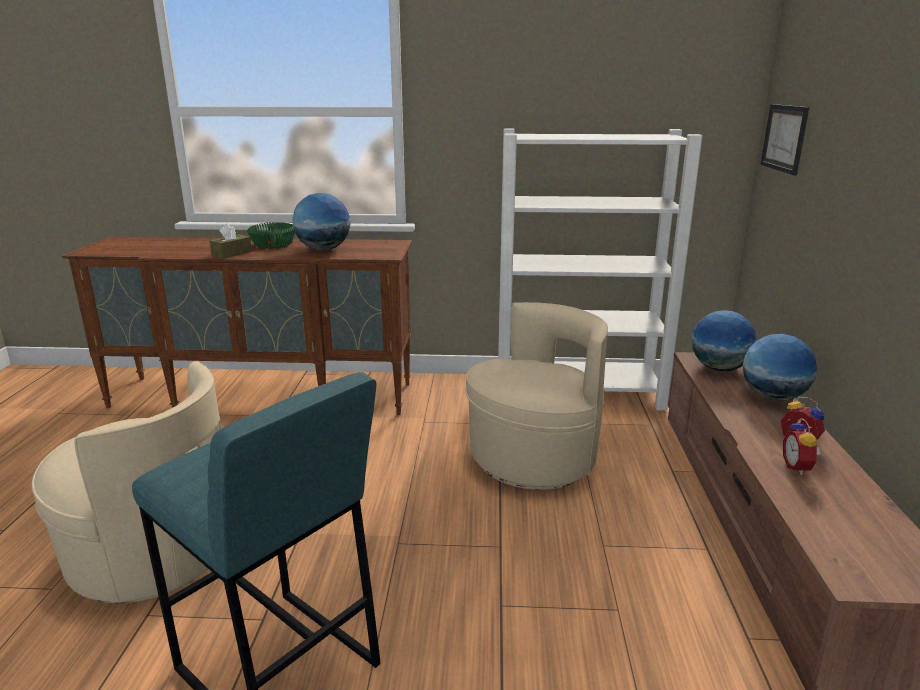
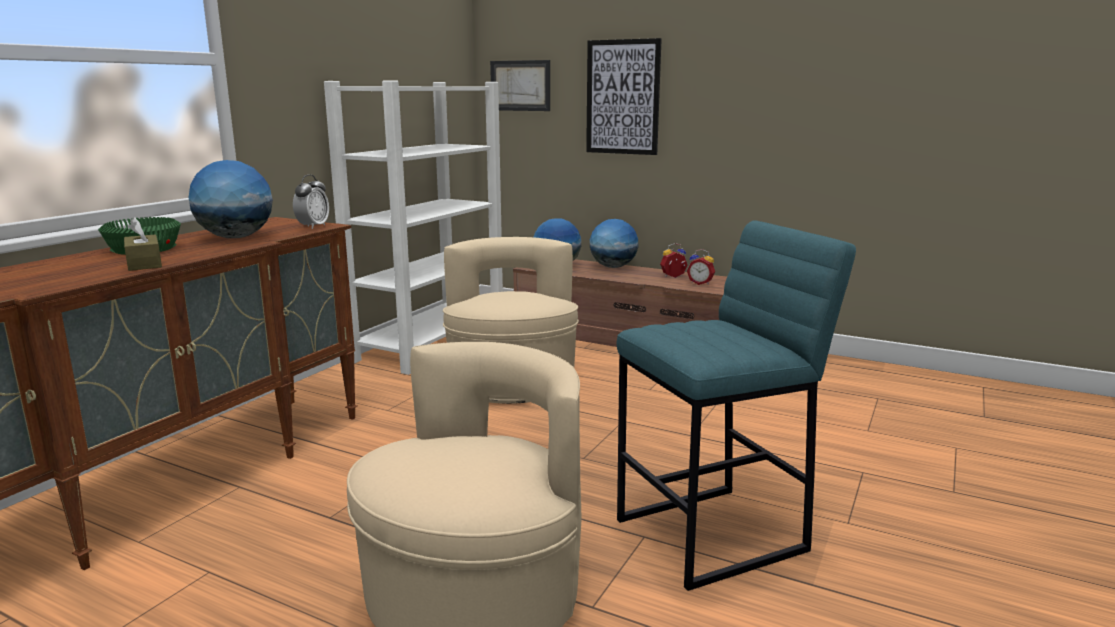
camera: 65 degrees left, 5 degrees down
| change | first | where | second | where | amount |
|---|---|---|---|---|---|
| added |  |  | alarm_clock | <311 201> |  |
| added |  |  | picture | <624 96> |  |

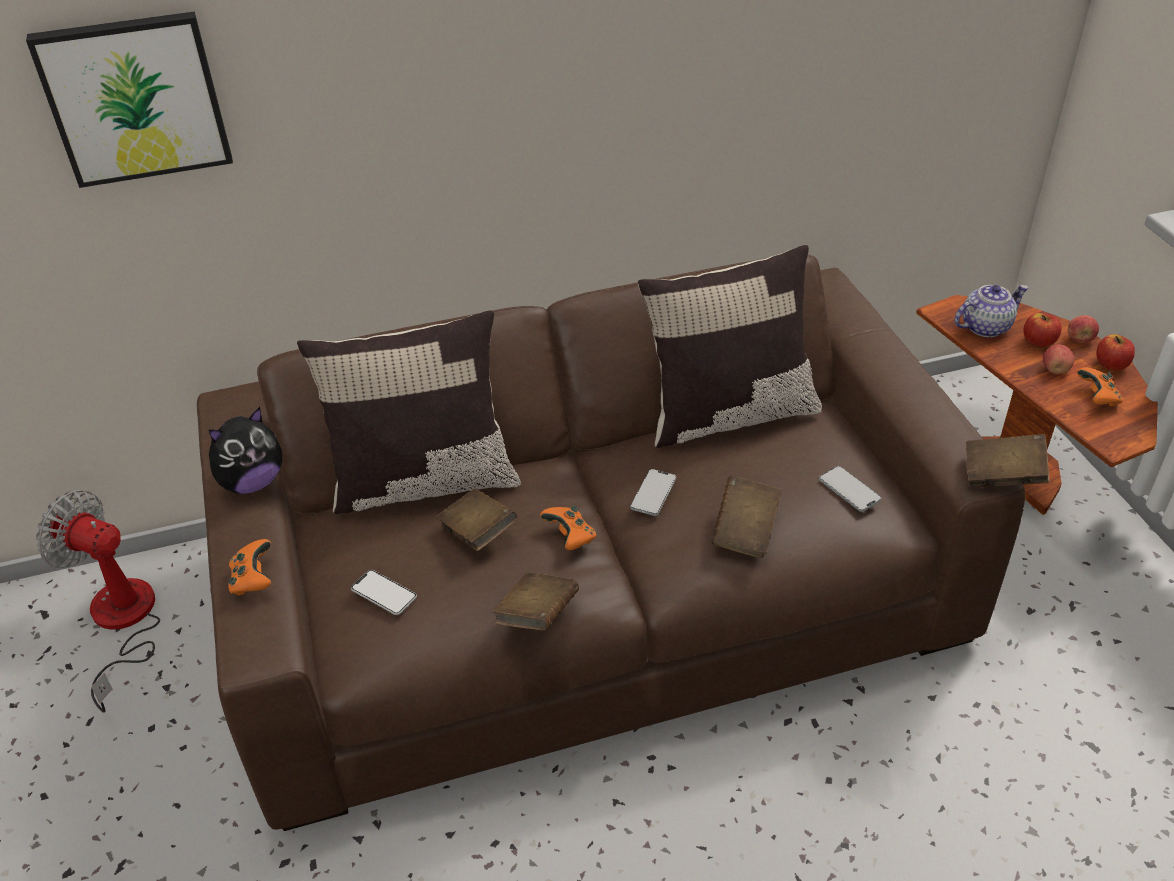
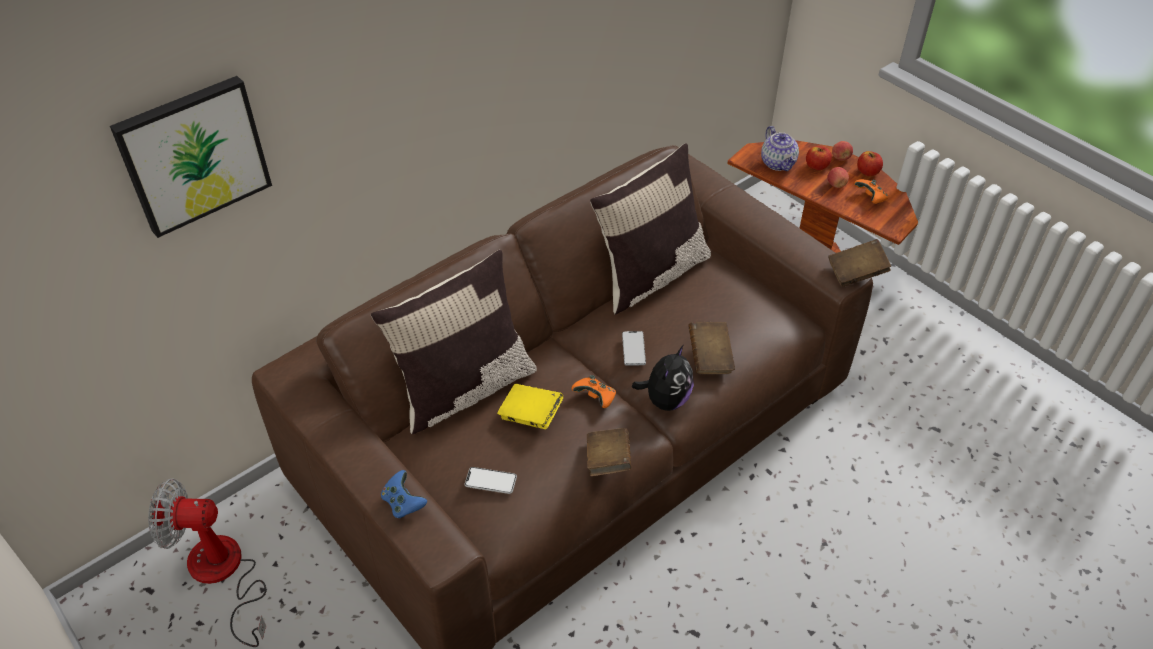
camera: 25 degrees left, 5 degrees up
| change | first | where | second | where | amount |
|---|---|---|---|---|---|
| moved | plush_toy | <245 450> |  | <663 378> |  |
| recoloured | orange_game_controller | <249 567> | blue_game_controller | <404 494> |  |
| recoloured | brown_book | <476 520> | yellow_book | <530 406> |  |
| removed | phone | <850 489> |  |  |  |
| turned | teapot | <991 311> |  | <780 148> | 120 degrees clockwise |

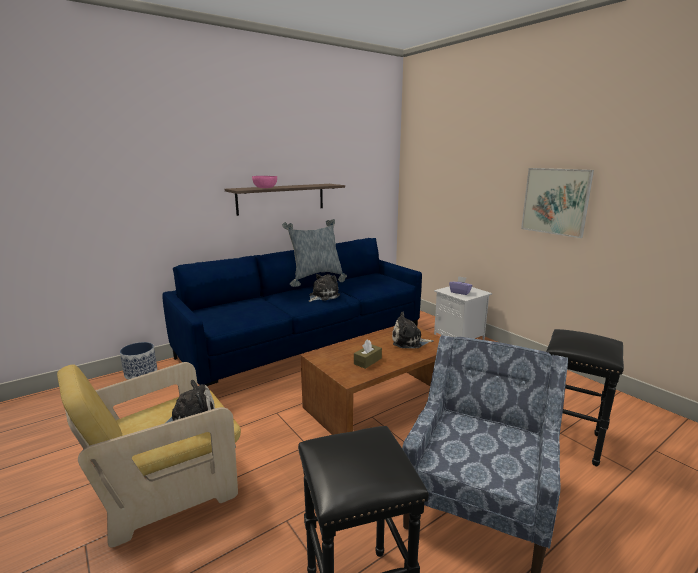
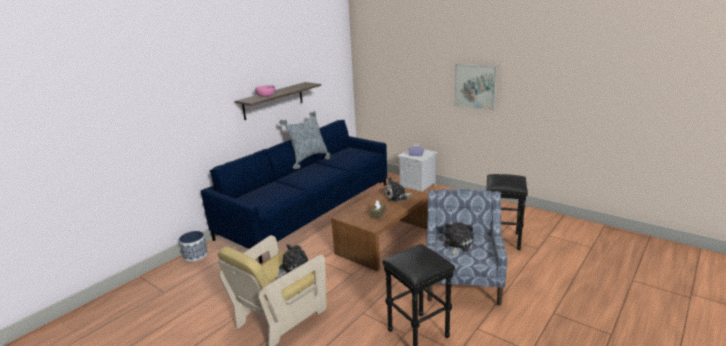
camera: 15 degrees left, 5 degrees up
| change | first | where | second | where | amount |
|---|---|---|---|---|---|
| moved | plush_toy | <324 288> |  | <458 239> |  |

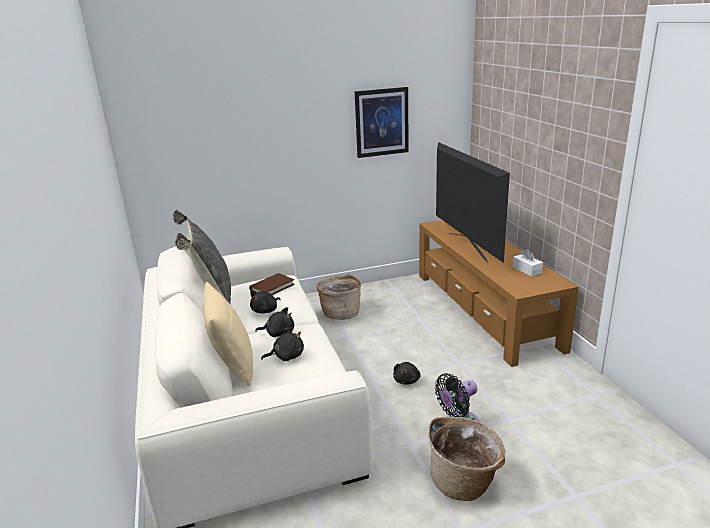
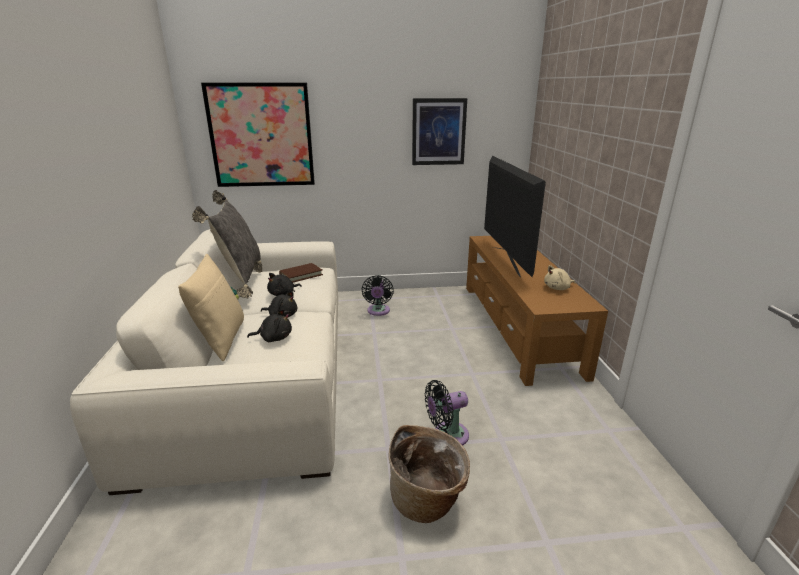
camera: 10 degrees right, 0 degrees up
| change | first | where | second | where | amount |
|---|---|---|---|---|---|
| replaced | basket | <338 297> | black_fan | <378 295> |  |
| removed | black_plush_toy | <407 373> |  |  |  |
| replaced | white_tissue_box | <528 262> | beige_plush_toy | <560 277> |  |
| added |  |  | picture | <258 135> |  |

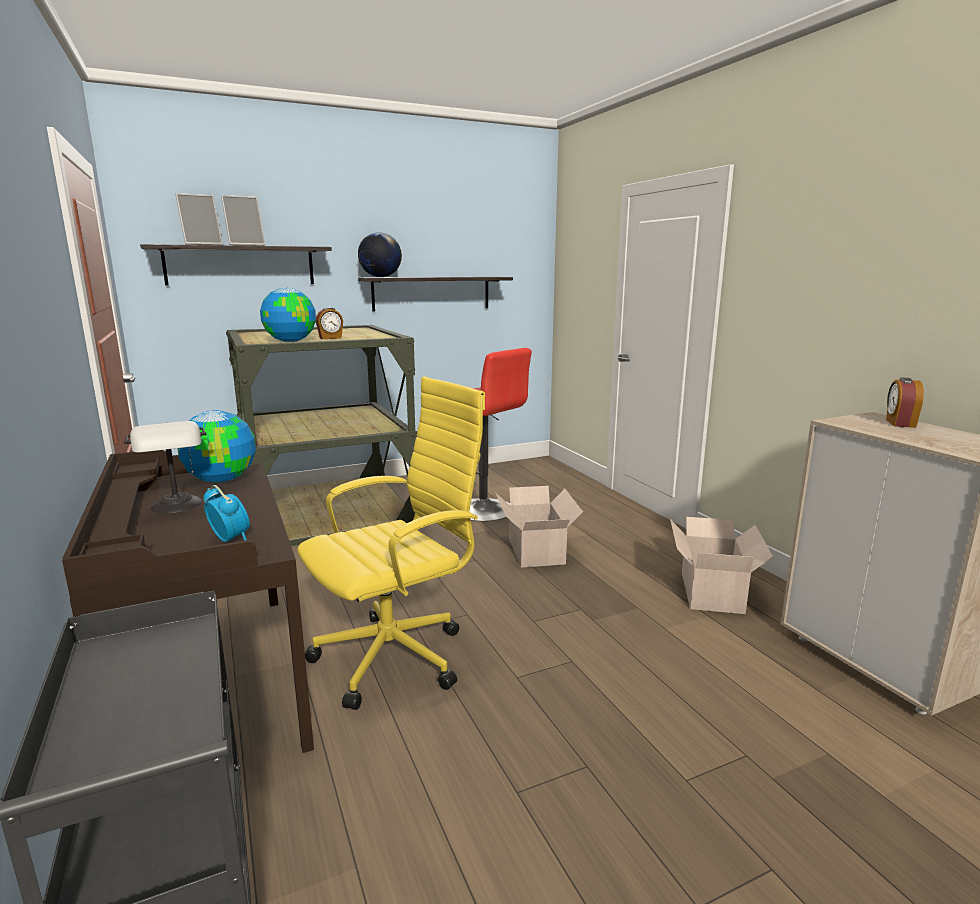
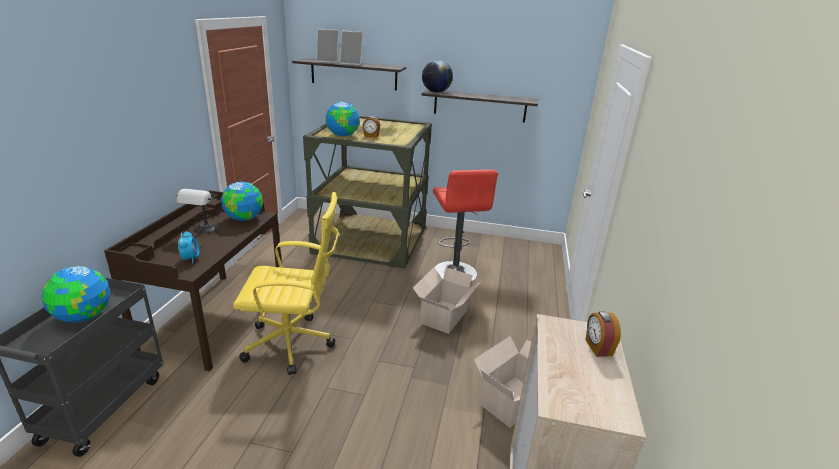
camera: 35 degrees right, 10 degrees up
| change | first | where | second | where | amount |
|---|---|---|---|---|---|
| turned | alarm_clock | <905 403> |  | <603 334> | 60 degrees counterclockwise |
| added |  |  | globe | <75 294> |  |

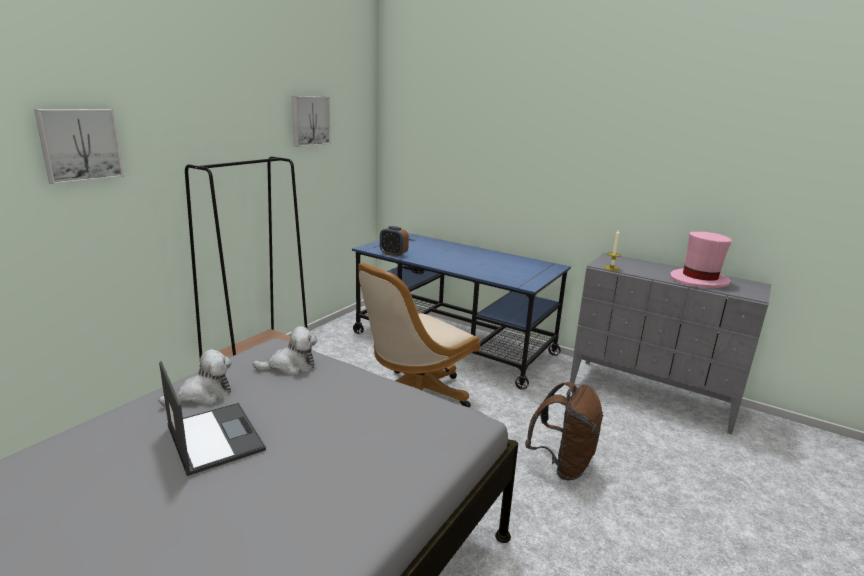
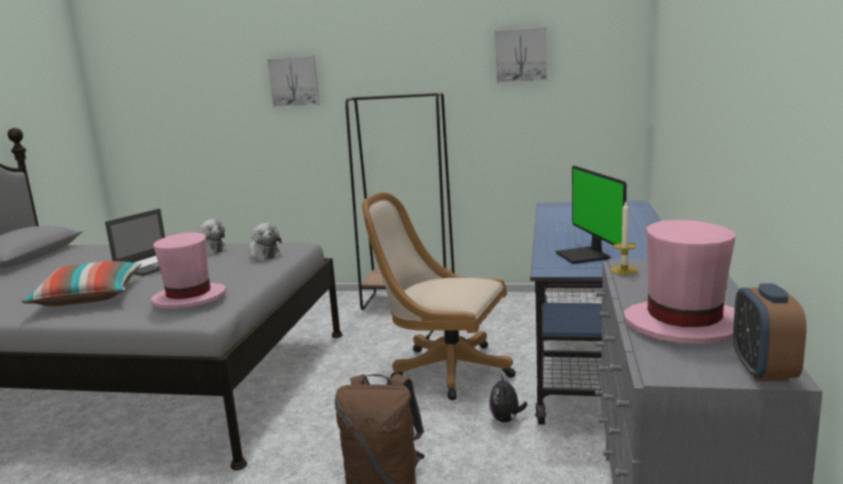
camera: 70 degrees right, 5 degrees down
| change | first | where | second | where | amount |
|---|---|---|---|---|---|
| moved | alarm_clock | <394 241> |  | <770 332> |  |
| added |  |  | pillow | <82 283> |  |
| added |  |  | pink_hat | <188 270> |  |
| added |  |  | plush_toy | <508 398> |  |
| added |  |  | monitor | <591 215> |  |

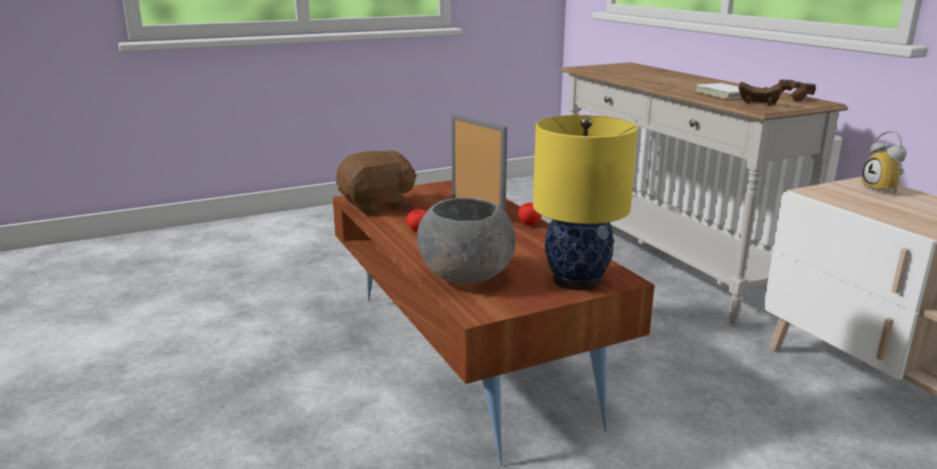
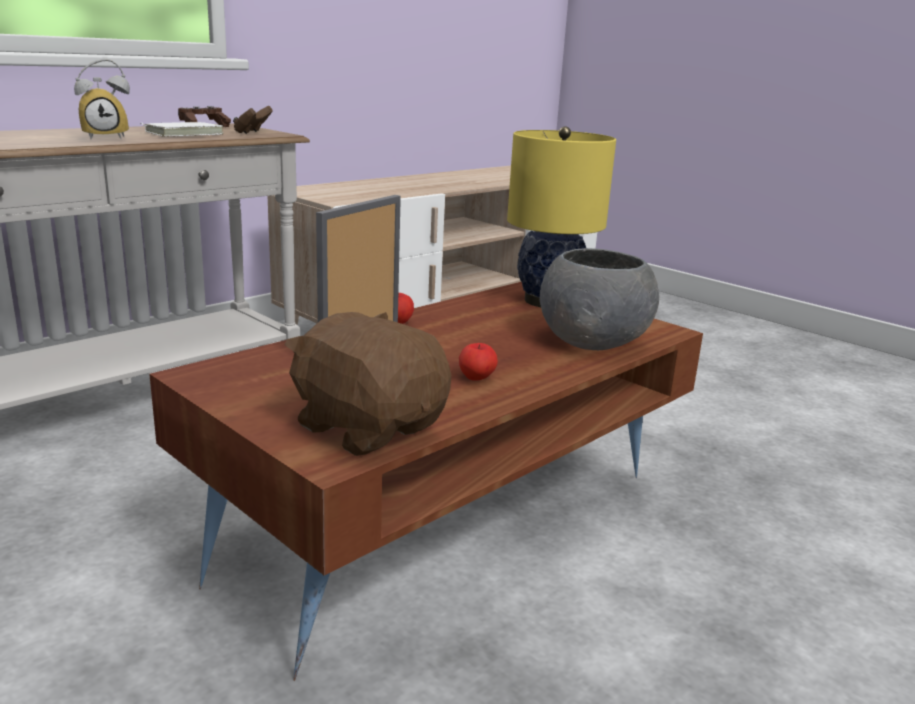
camera: 110 degrees left, 0 degrees up
| change | first | where | second | where | amount |
|---|---|---|---|---|---|
| moved | alarm_clock | <884 162> |  | <102 99> |  |

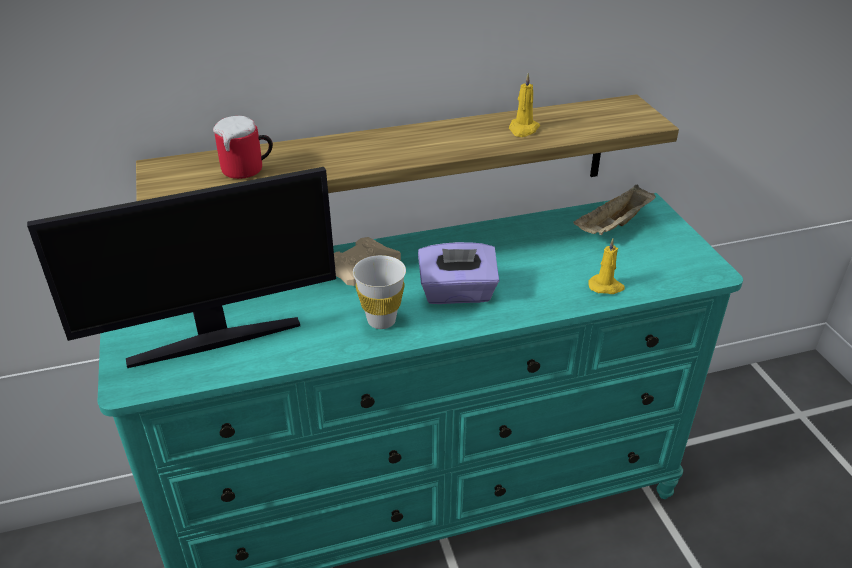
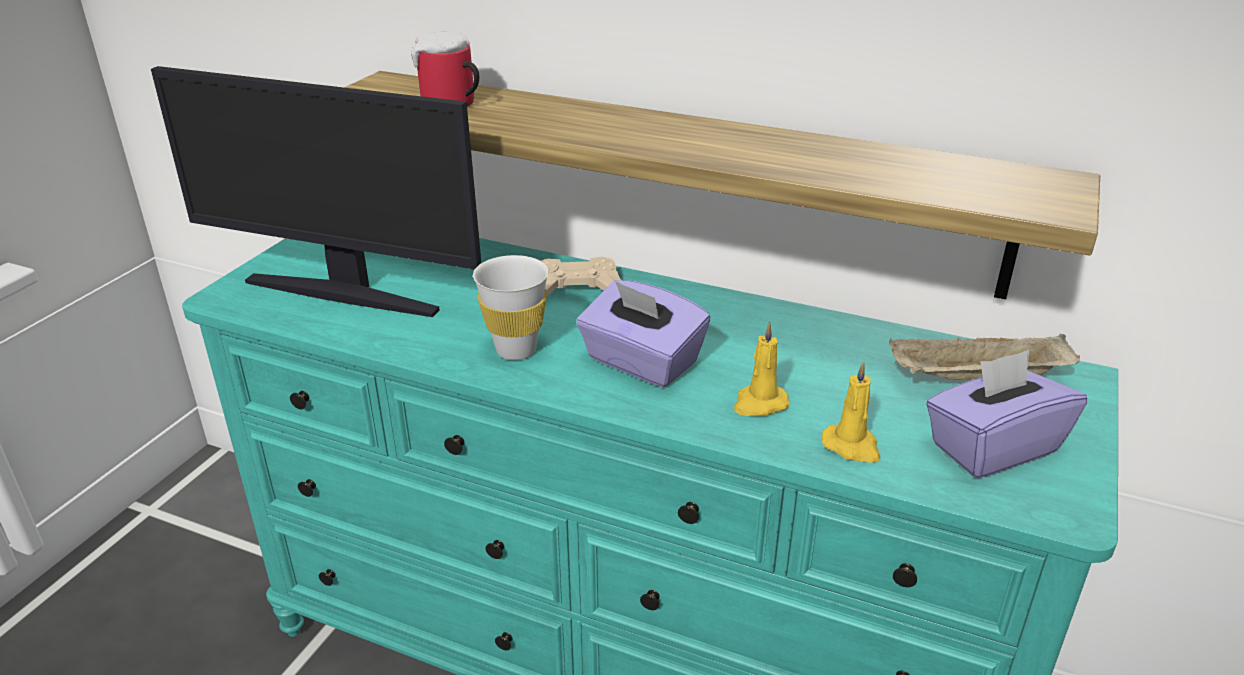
camera: 40 degrees right, 5 degrees down
| change | first | where | second | where | amount |
|---|---|---|---|---|---|
| moved | yellow_candle | <524 105> |  | <761 369> |  |
| added |  |  | purple_tissue_box | <1006 414> |  |

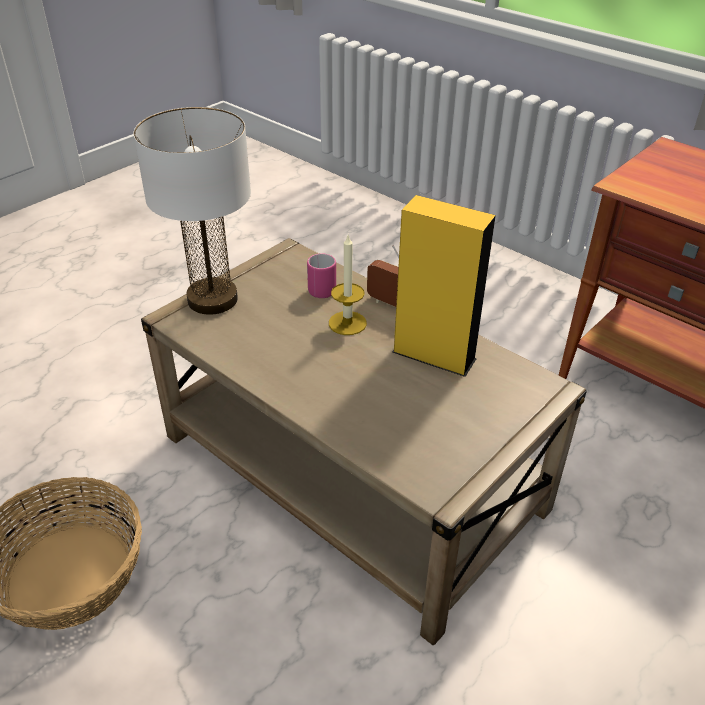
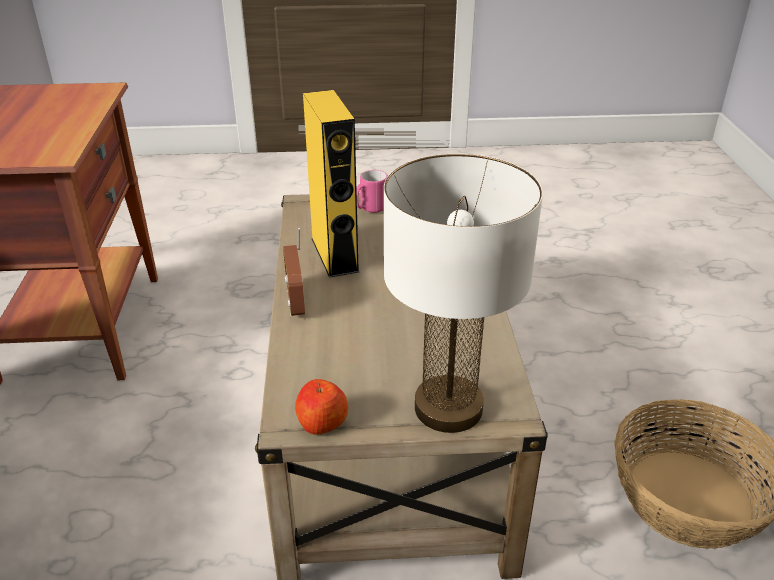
camera: 135 degrees left, 5 degrees down
| change | first | where | second | where | amount |
|---|---|---|---|---|---|
| moved | pink_mug | <321 276> |  | <372 191> |  |
| removed | candle | <348 285> |  |  |  |
| added |  |  | apple | <321 407> |  |

